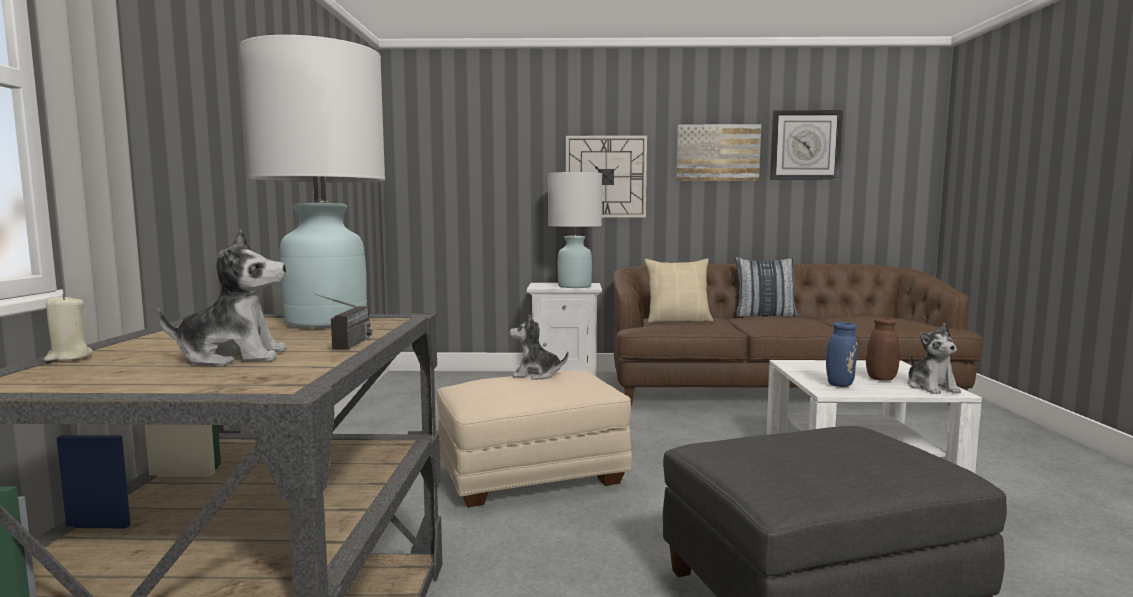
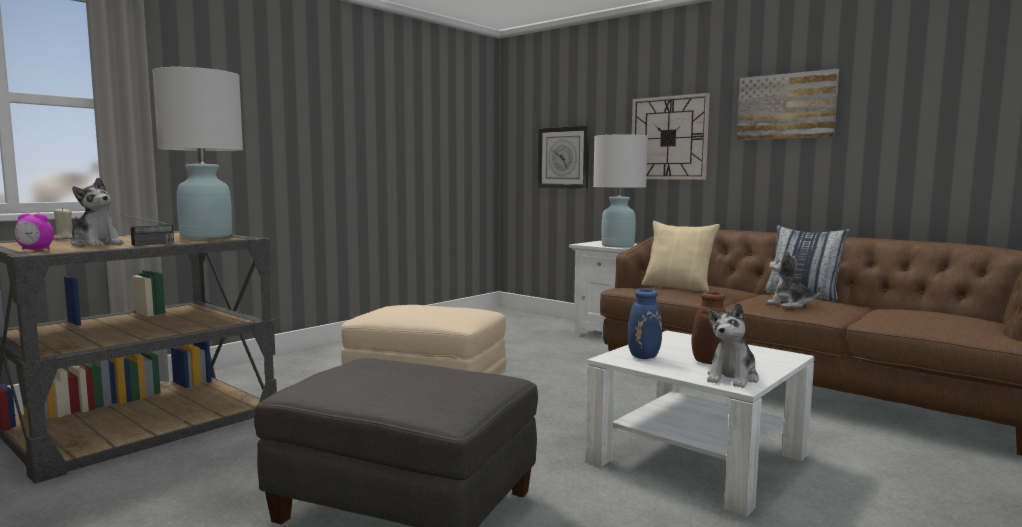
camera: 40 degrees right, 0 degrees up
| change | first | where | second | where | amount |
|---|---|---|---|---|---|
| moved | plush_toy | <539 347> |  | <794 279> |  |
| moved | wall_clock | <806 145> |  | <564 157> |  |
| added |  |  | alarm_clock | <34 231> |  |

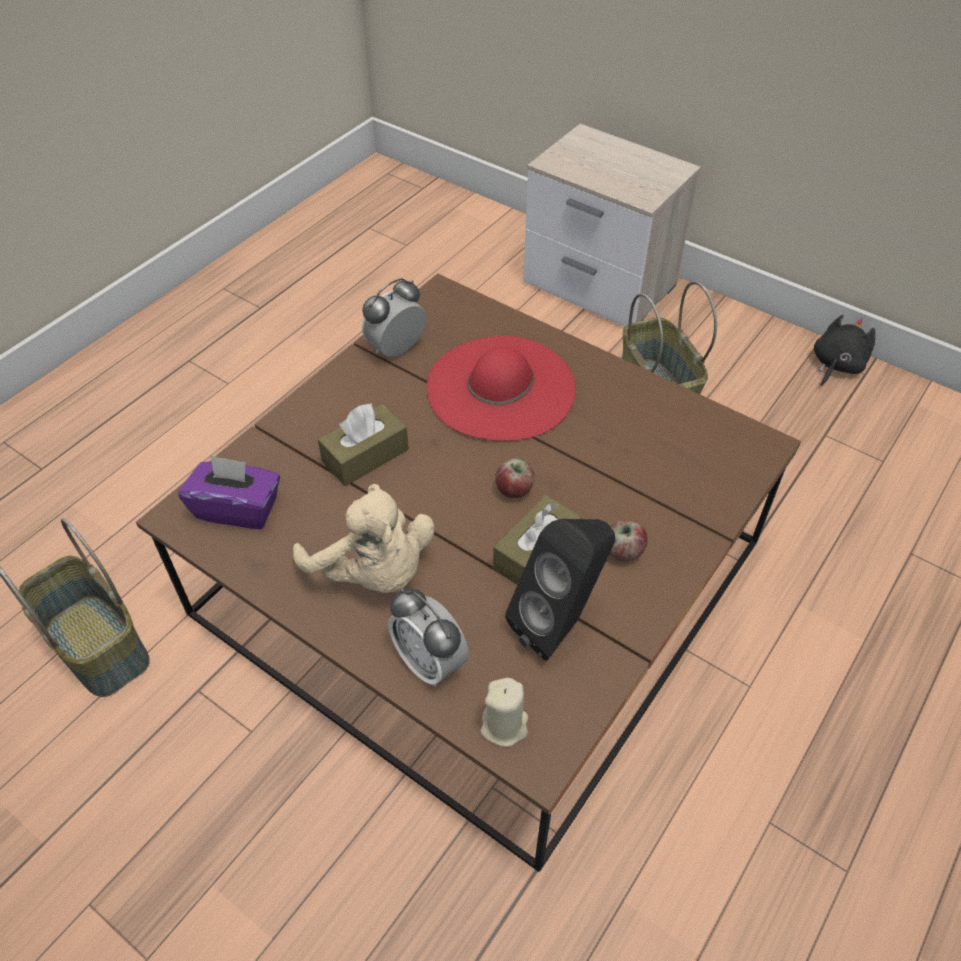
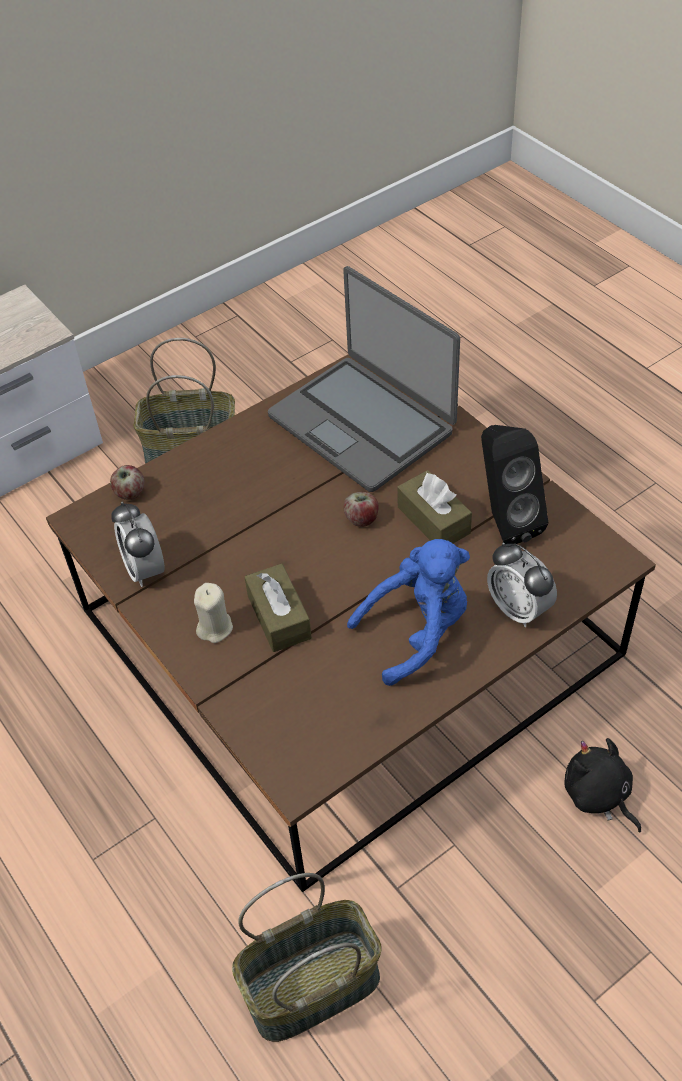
camera: 70 degrees left, 0 degrees up
| change | first | where | second | where | amount |
|---|---|---|---|---|---|
| removed | purple_tissue_box | <229 492> |  |  |  |
| recoloured | beige_plush_toy | <363 538> | blue_plush_toy | <408 612> |  |
| turned | alarm_clock | <428 637> |  | <522 584> | 75 degrees clockwise |
| removed | red_hat | <501 388> |  |  |  |
| moved | beige_candle | <504 712> |  | <213 613> |  |
| moved | apple | <629 540> |  | <127 482> |  |
| moved | black_plush_toy | <844 350> |  | <602 785> |  |
| added |  |  | laptop | <364 379> |  |

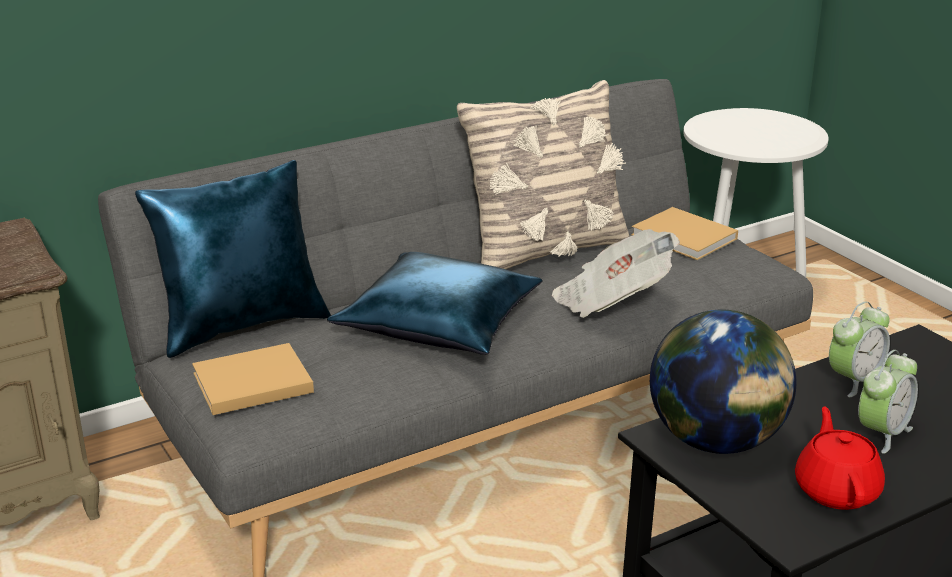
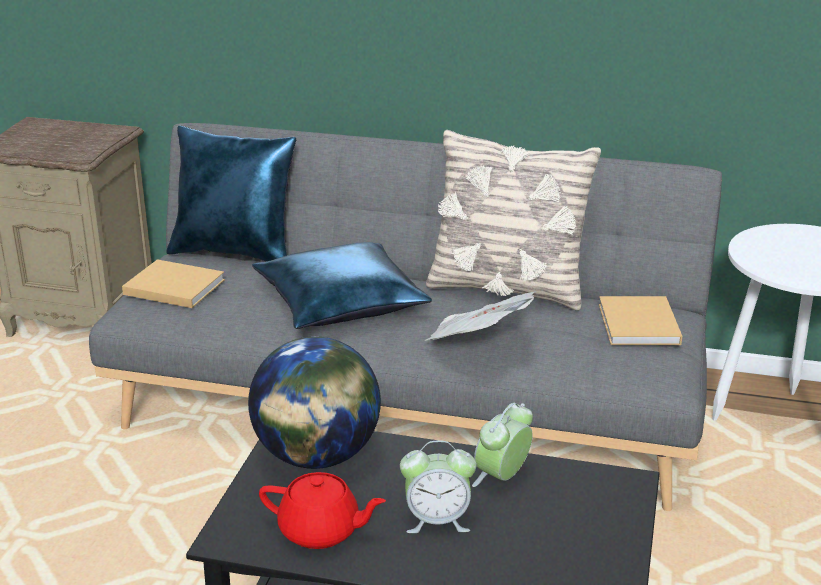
camera: 45 degrees right, 0 degrees up
| change | first | where | second | where | amount |
|---|---|---|---|---|---|
| turned | red_teapot | <840 458> |  | <322 510> | 60 degrees clockwise |
| turned | alarm_clock | <859 349> |  | <502 445> | 120 degrees clockwise |

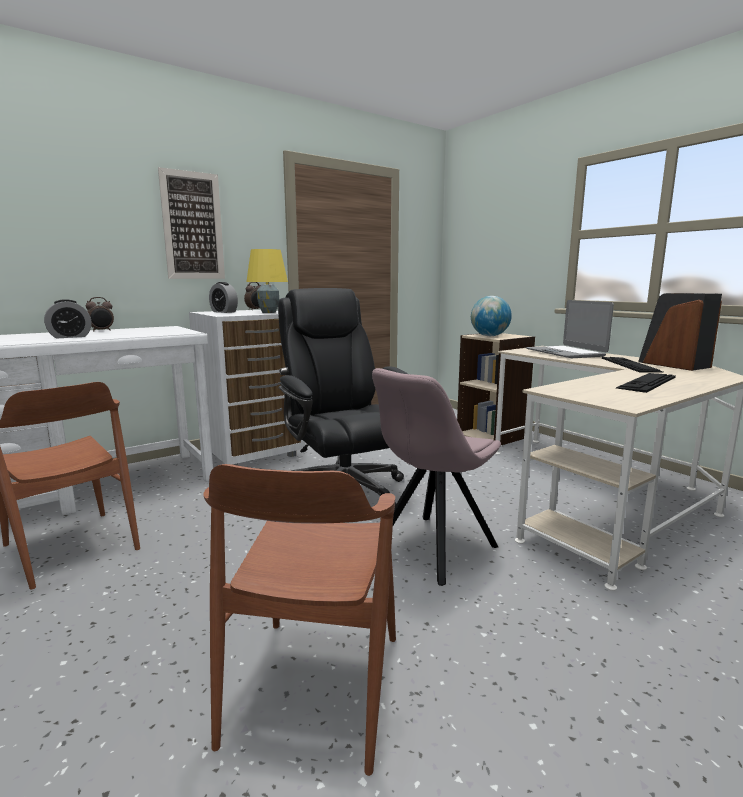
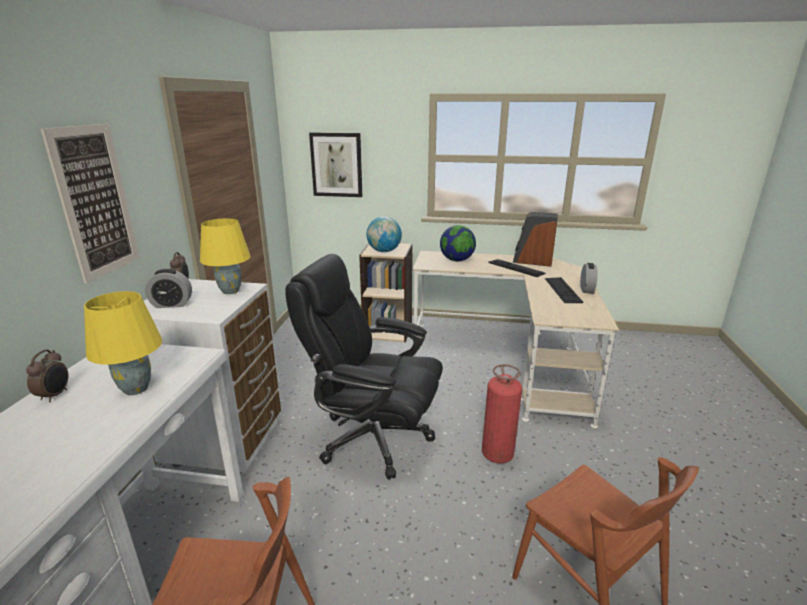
camera: 45 degrees left, 10 degrees up
| change | first | where | second | where | amount |
|---|---|---|---|---|---|
| moved | alarm_clock | <68 318> |  | <588 278> |  |
| replaced | pink_chair | <436 477> | fire_extinguisher | <502 414> |  |
| replaced | laptop | <570 329> | globe | <458 243> |  |
| added |  |  | yellow_table_lamp | <123 343> |  |
| added |  |  | picture | <336 164> |  |

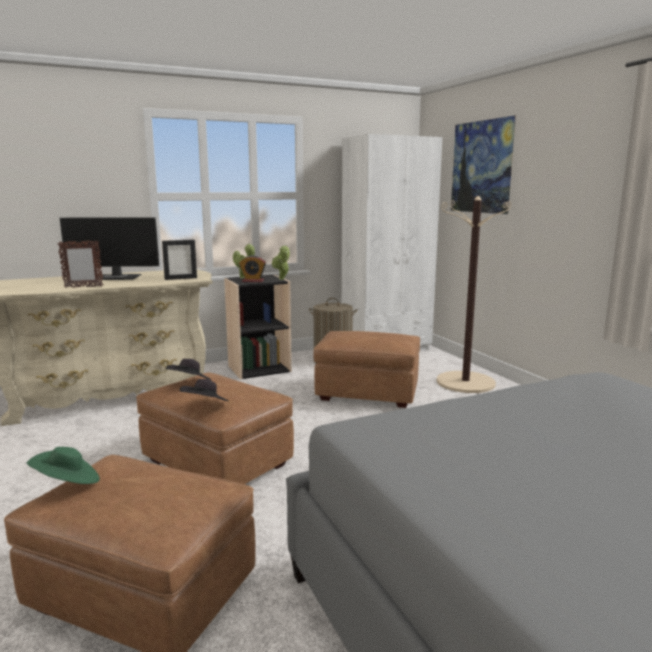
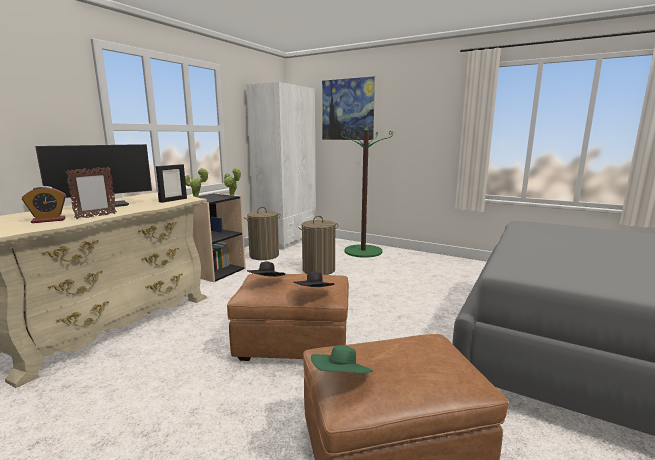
camera: 35 degrees left, 0 degrees up
| change | first | where | second | where | amount |
|---|---|---|---|---|---|
| moved | alarm_clock | <252 268> |  | <44 204> |  |
| replaced | brown_ottoman | <367 369> | laundry_basket | <318 245> |  |
| recoloured | beige_clothes_rack | <474 294> | green_clothes_rack | <367 192> |  |

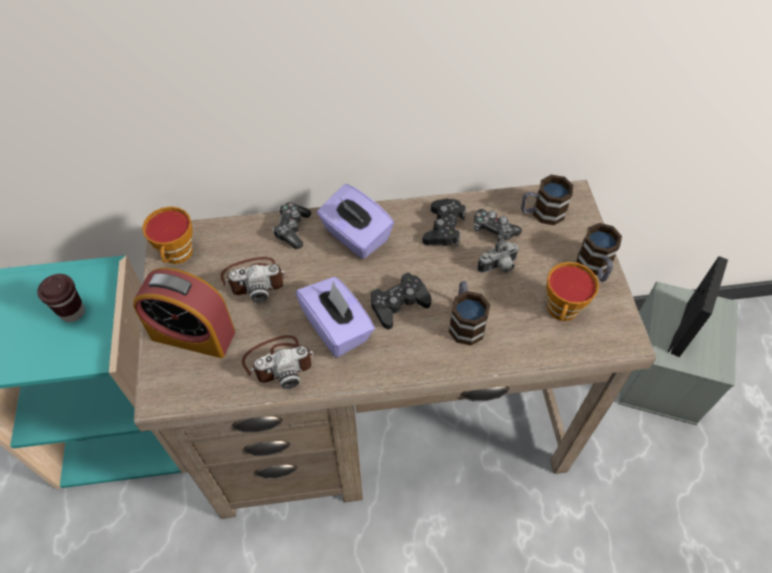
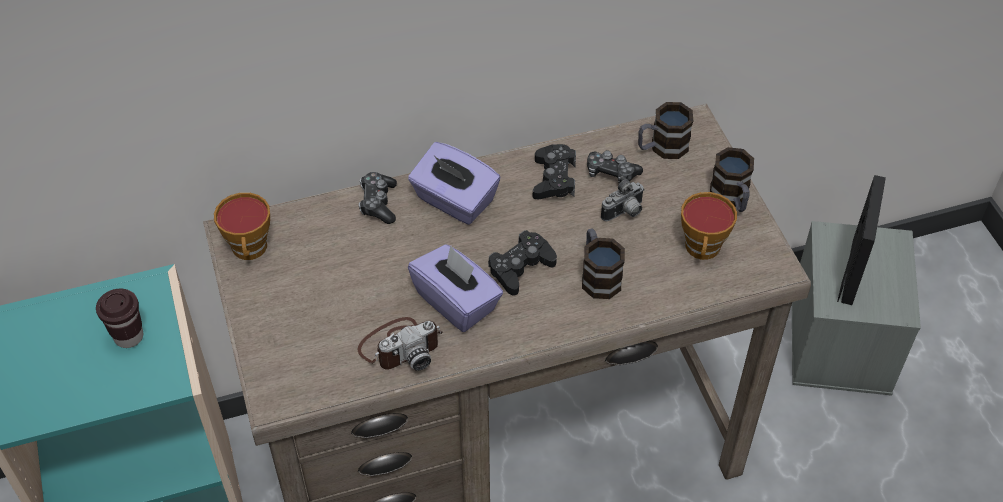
camera: 10 degrees left, 5 degrees down
| change | first | where | second | where | amount |
|---|---|---|---|---|---|
| removed | alarm_clock | <184 313> |  |  |  |
| removed | photo_camera | <254 280> |  |  |  |

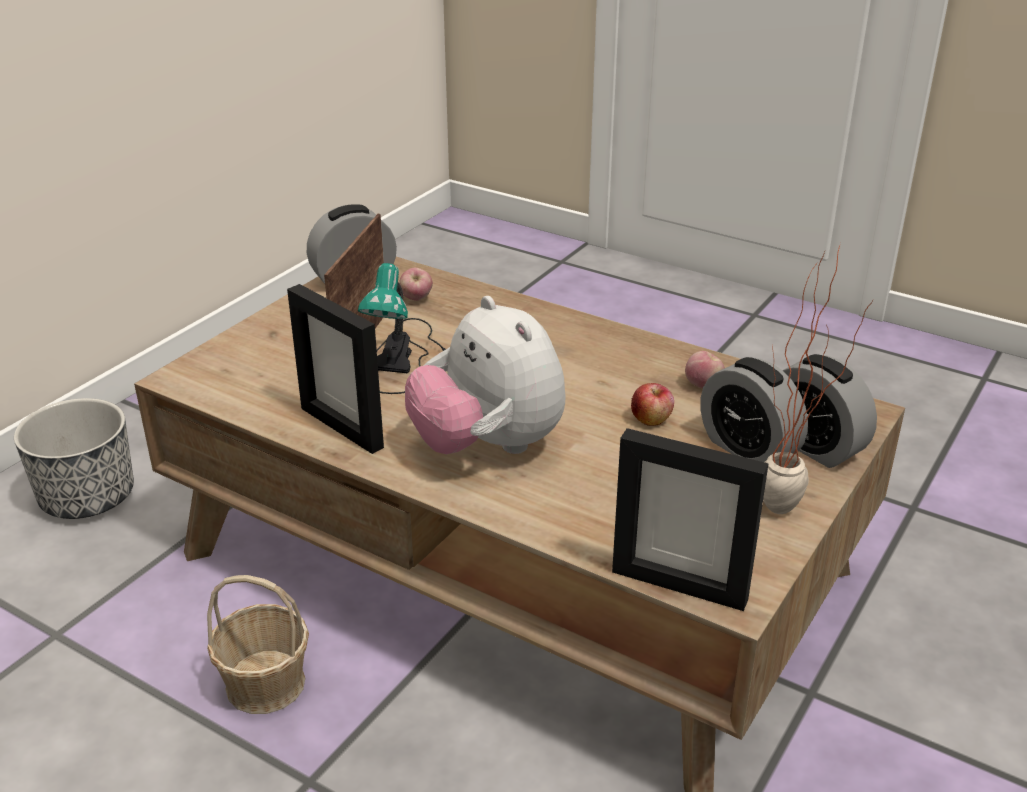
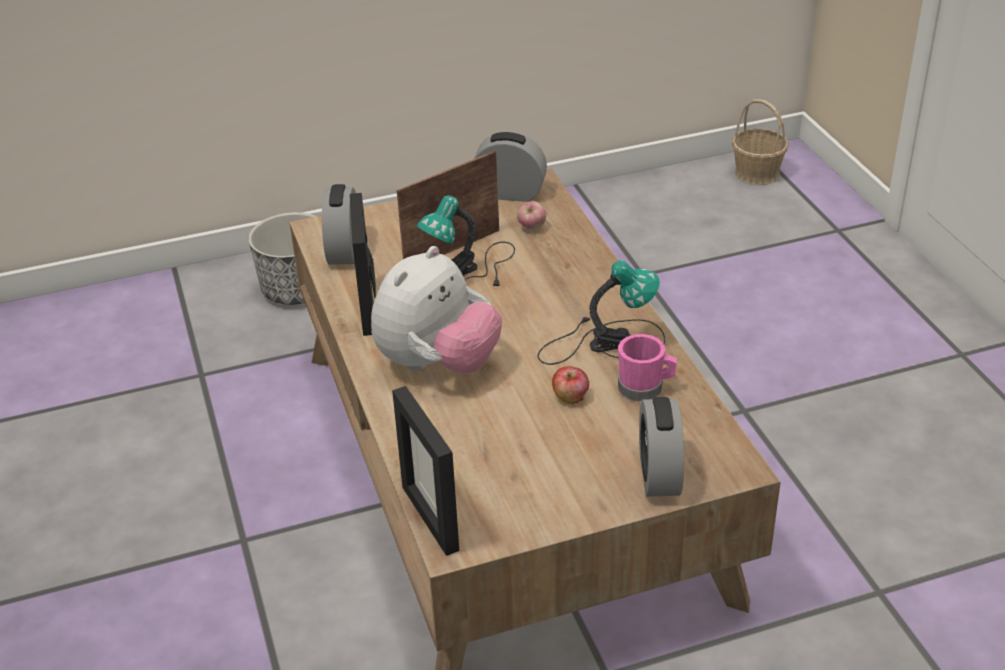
camera: 40 degrees right, 5 degrees up
| change | first | where | second | where | amount |
|---|---|---|---|---|---|
| moved | basket | <258 644> |  | <760 142> |  |
| turned | plush_toy | <485 375> |  | <436 309> | 150 degrees counterclockwise |
| replaced | apple | <705 369> | pink_mug | <647 367> |  |
| moved | alarm_clock | <754 409> |  | <339 224> |  |
| removed | potted_plant | <818 378> |  |  |  |
| added |  |  | table_lamp | <601 312> |  |

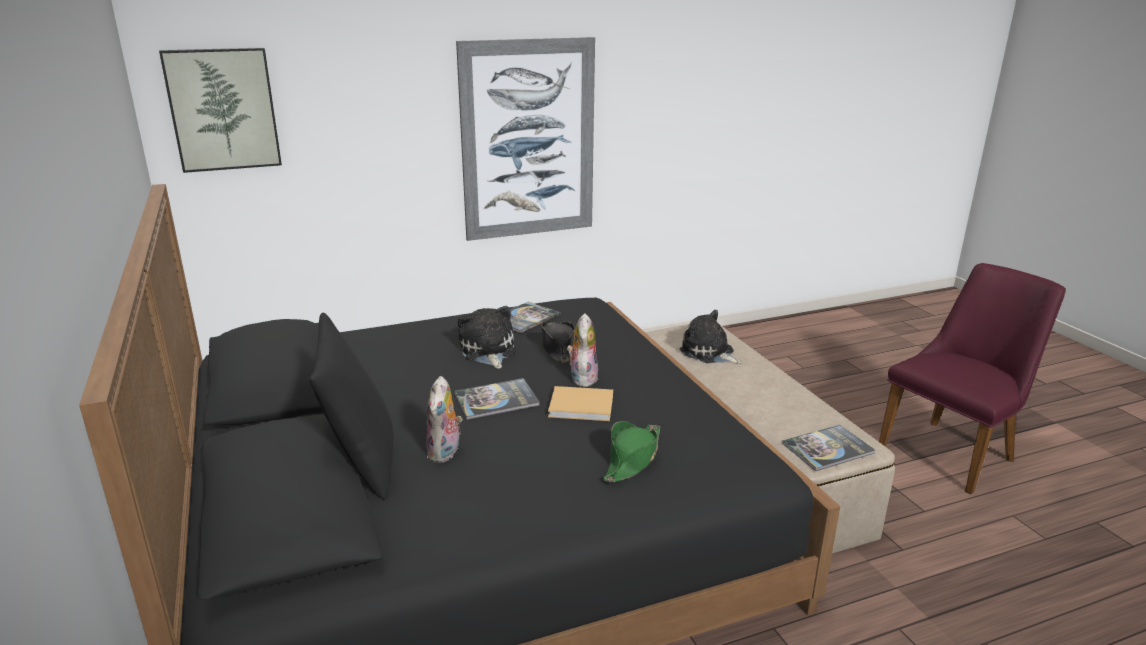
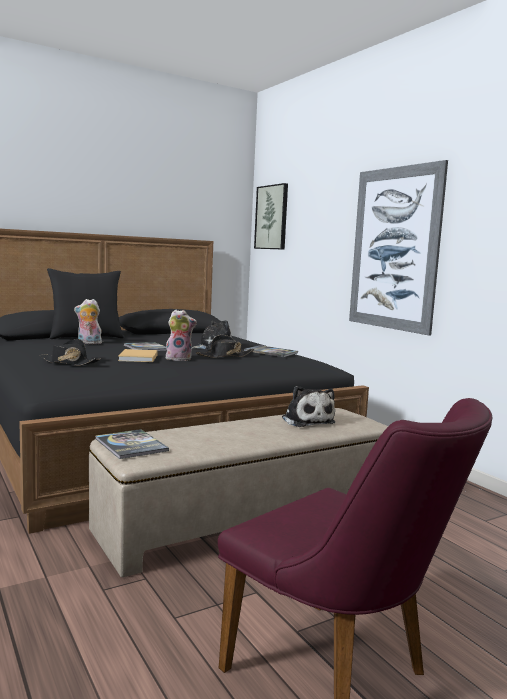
camera: 80 degrees right, 15 degrees down
| change | first | where | second | where | amount |
|---|---|---|---|---|---|
| recoloured | green_hat | <631 451> | black_hat | <70 352> |  |
| turned | plush_toy | <711 337> |  | <308 406> | 120 degrees clockwise |

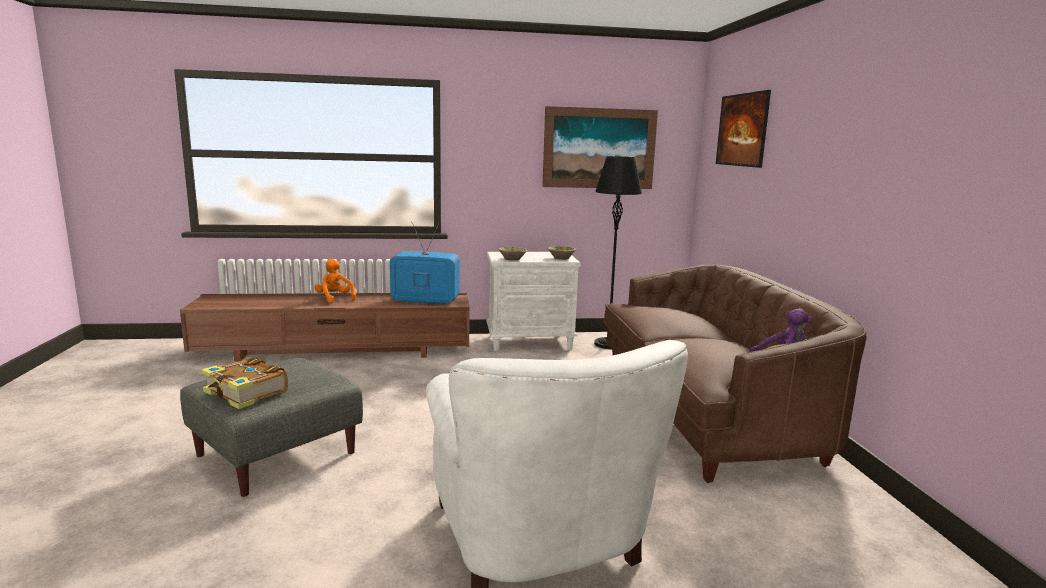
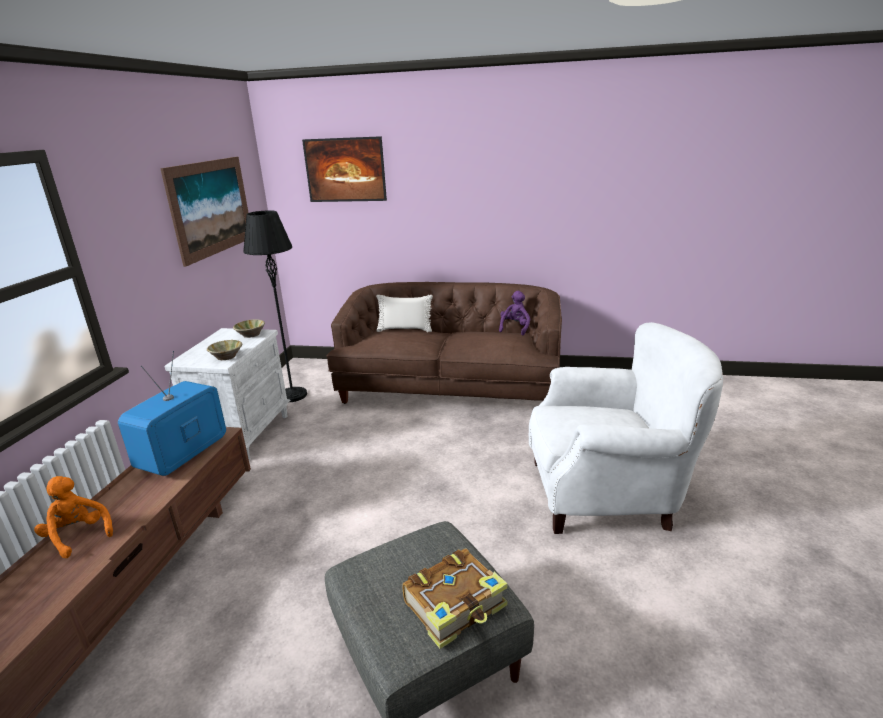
camera: 70 degrees left, 10 degrees up
| change | first | where | second | where | amount |
|---|---|---|---|---|---|
| turned | orange_plush_toy | <335 281> |  | <73 517> | 60 degrees clockwise |
| added |  |  | white_pillow | <404 313> |  |

